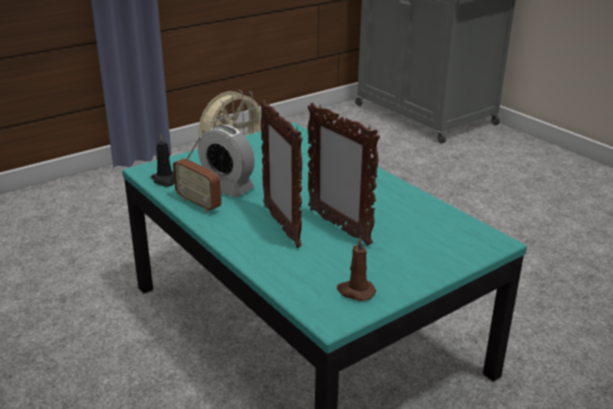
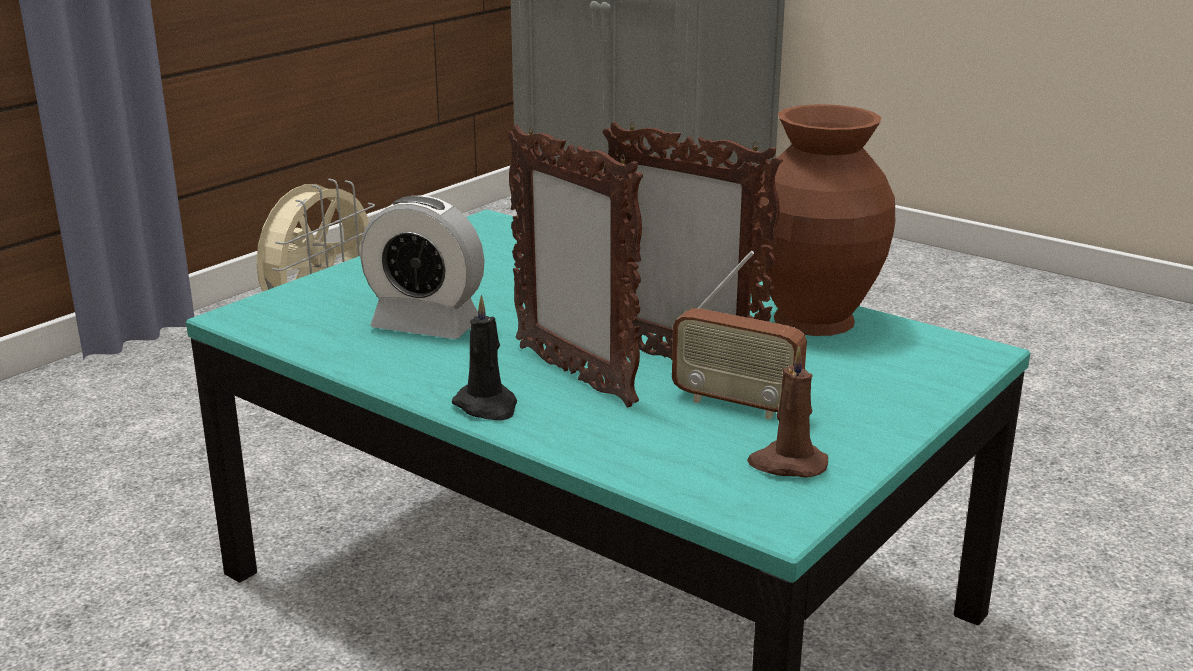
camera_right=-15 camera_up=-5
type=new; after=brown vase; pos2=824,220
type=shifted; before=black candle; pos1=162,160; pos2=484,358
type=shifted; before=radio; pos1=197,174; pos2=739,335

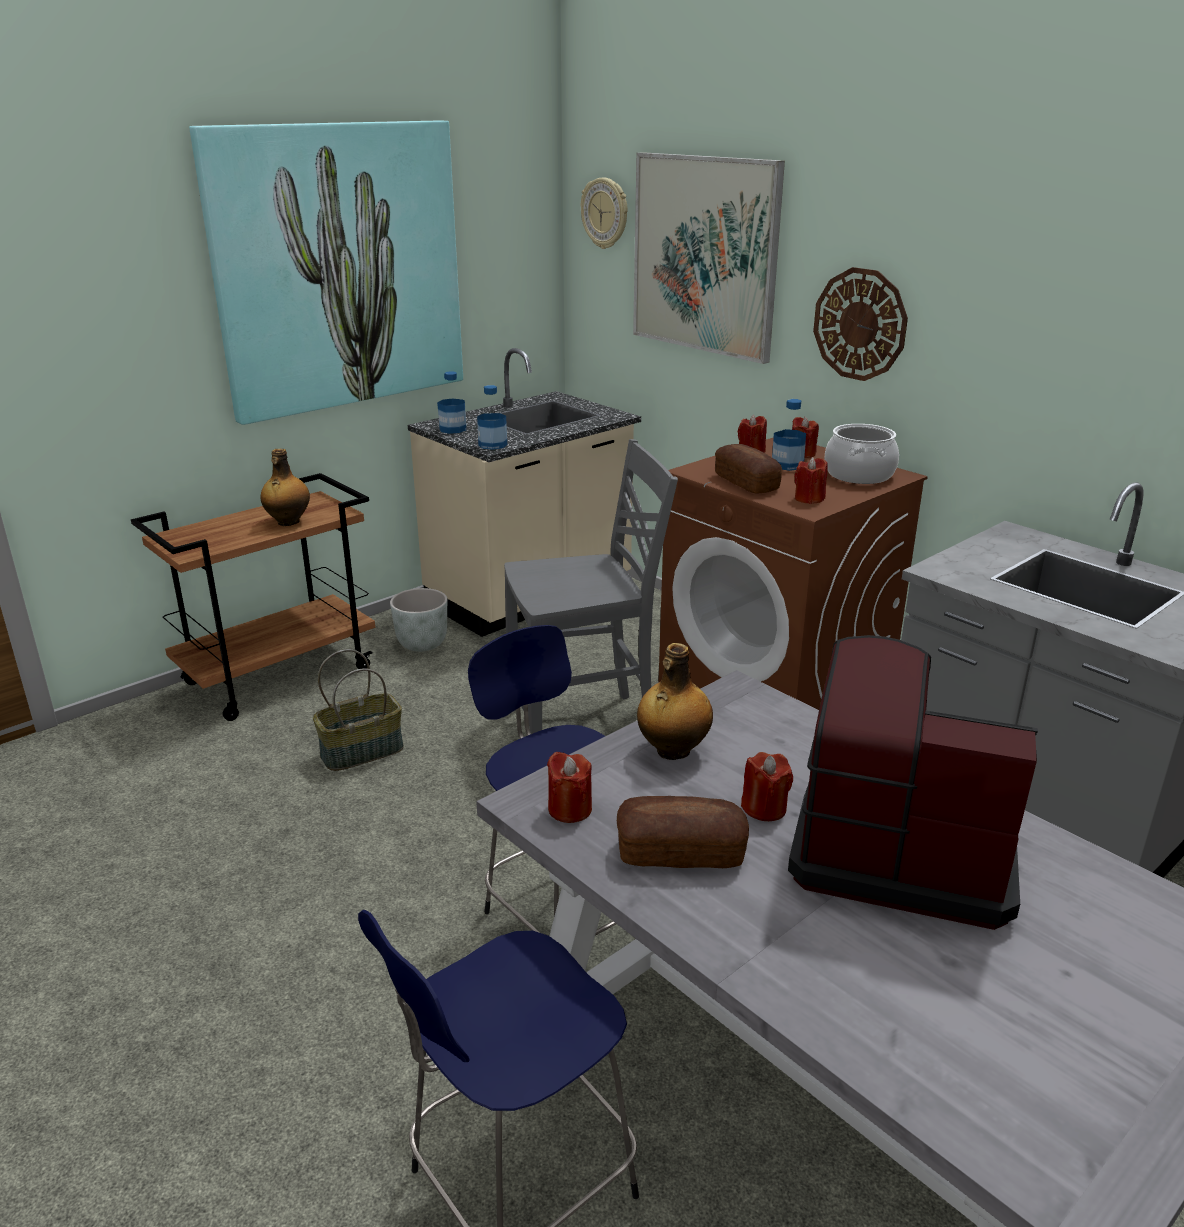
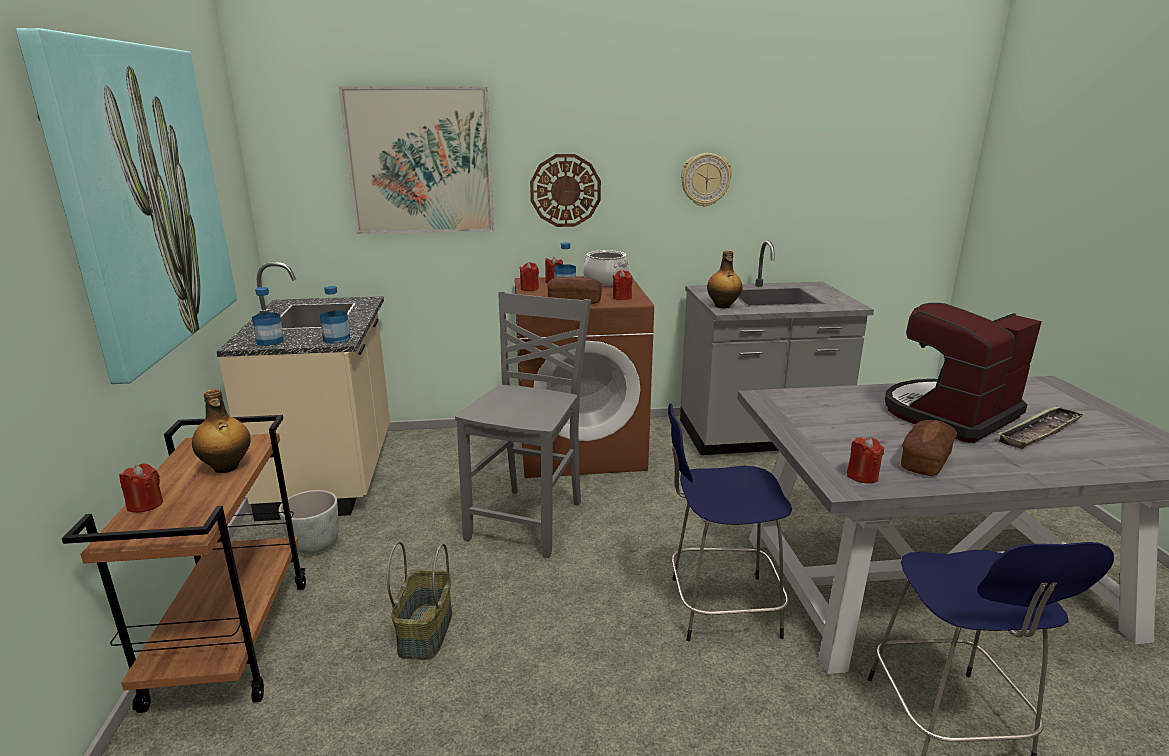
camera_right=-55 camera_up=-5
type=new; after=tray; pos2=1040,427
type=shifted; before=wall clock; pos1=604,213; pos2=706,180
type=shifted; before=bottle; pos1=675,701; pos2=725,279
type=shifted; before=red candle; pos1=767,786; pos2=141,488

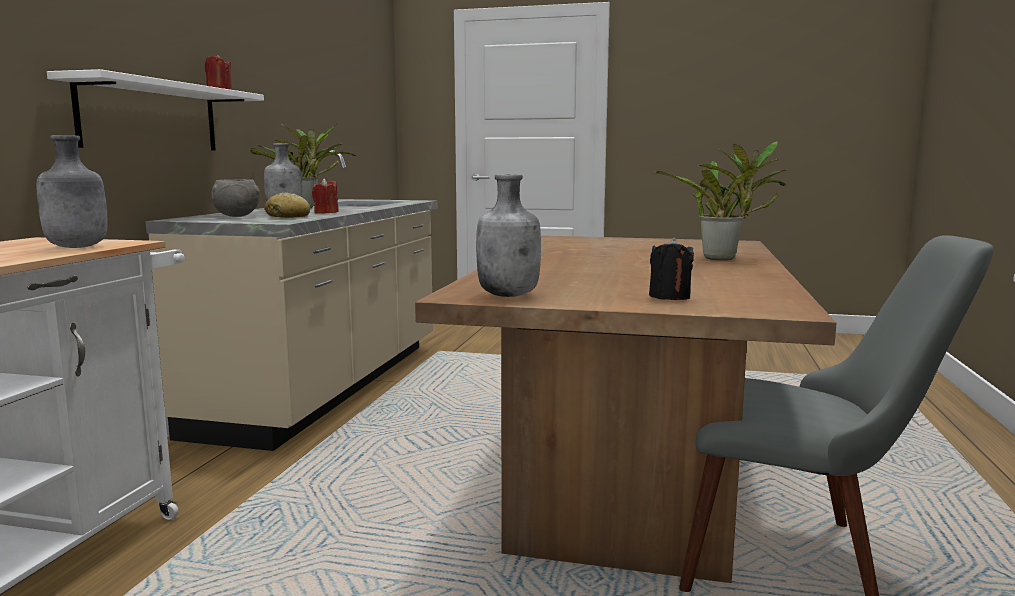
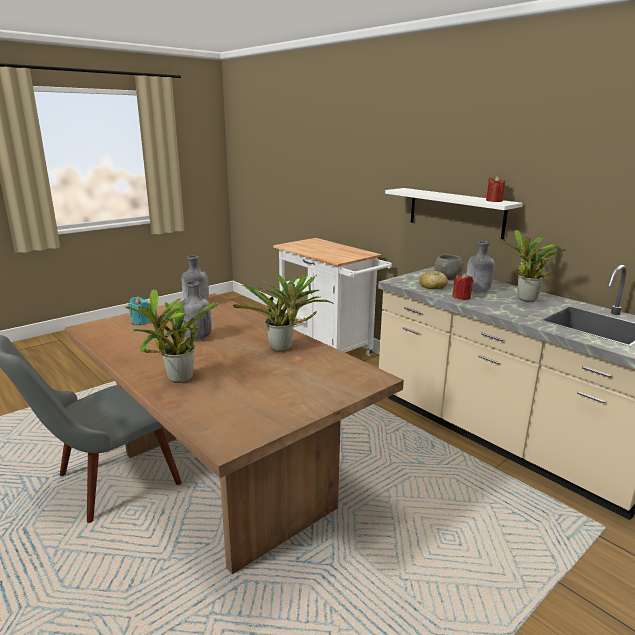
camera_right=125 camera_up=10
type=new; after=potted plant; pos2=283,313
type=shifted; before=grey bottle; pos1=72,191; pos2=196,310
type=repainted; before=black candle; after=turquoise candle; pos1=671,268; pos2=139,311

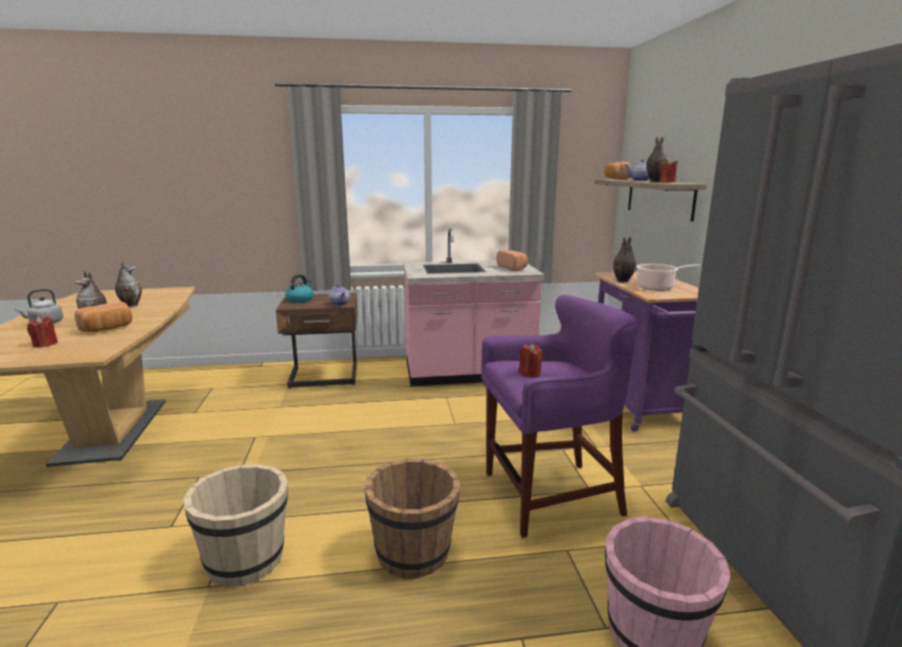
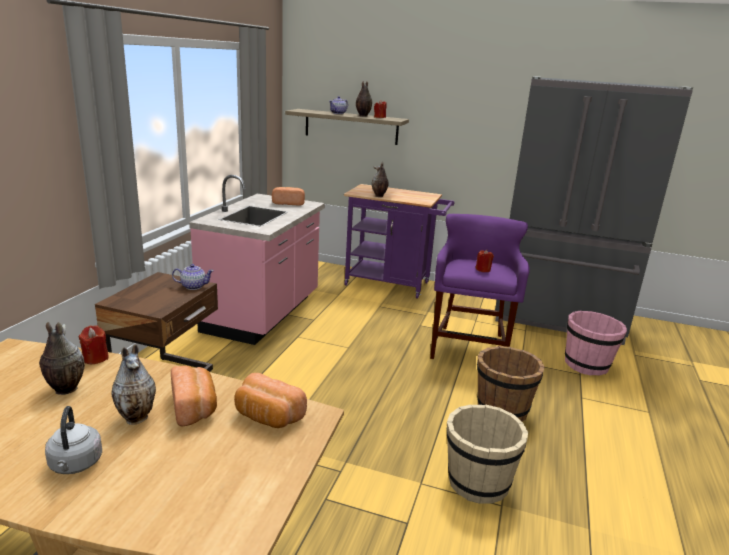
camera_right=-65 camera_up=5
type=gone; before=kettle; pos1=299,288
type=gone; before=cooking pot; pos1=668,277
type=shifted; before=red candle; pos1=42,332; pos2=93,344
type=shifted; before=bread; pos1=618,171; pos2=270,400

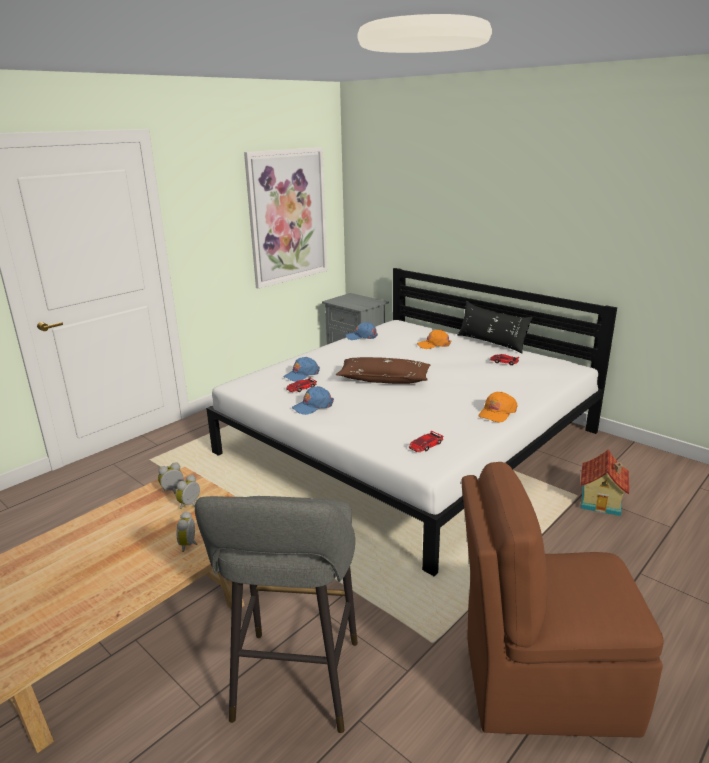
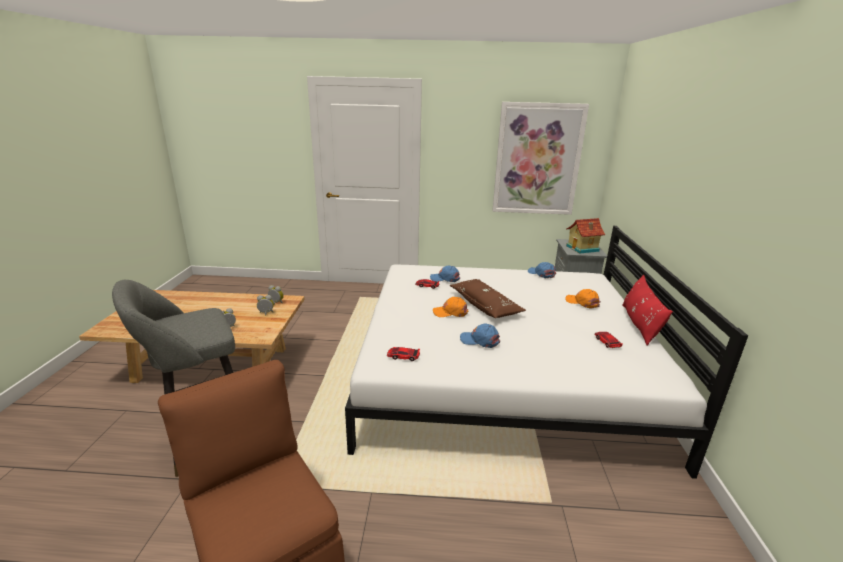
camera_right=50 camera_up=0
type=shifted; before=blue cap; pos1=313,400; pos2=480,336
type=shifted; before=orange cap; pos1=498,407; pos2=451,307
type=shifted; before=toy house; pos1=604,482; pos2=586,235
type=repainted; before=black pillow; after=red pillow; pos1=495,327; pos2=647,310

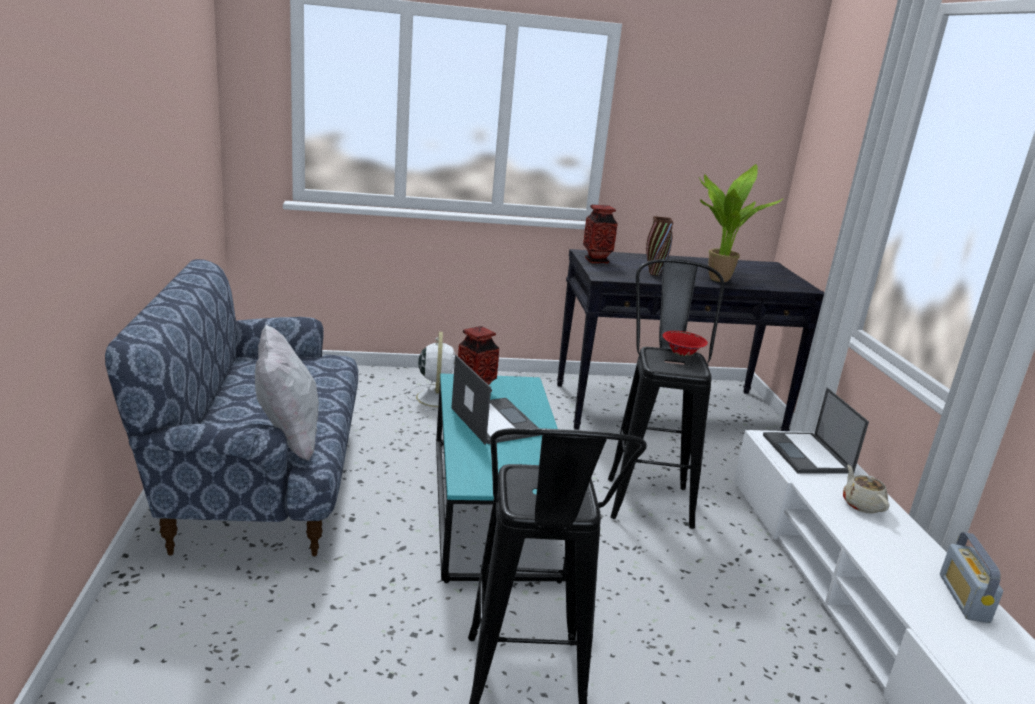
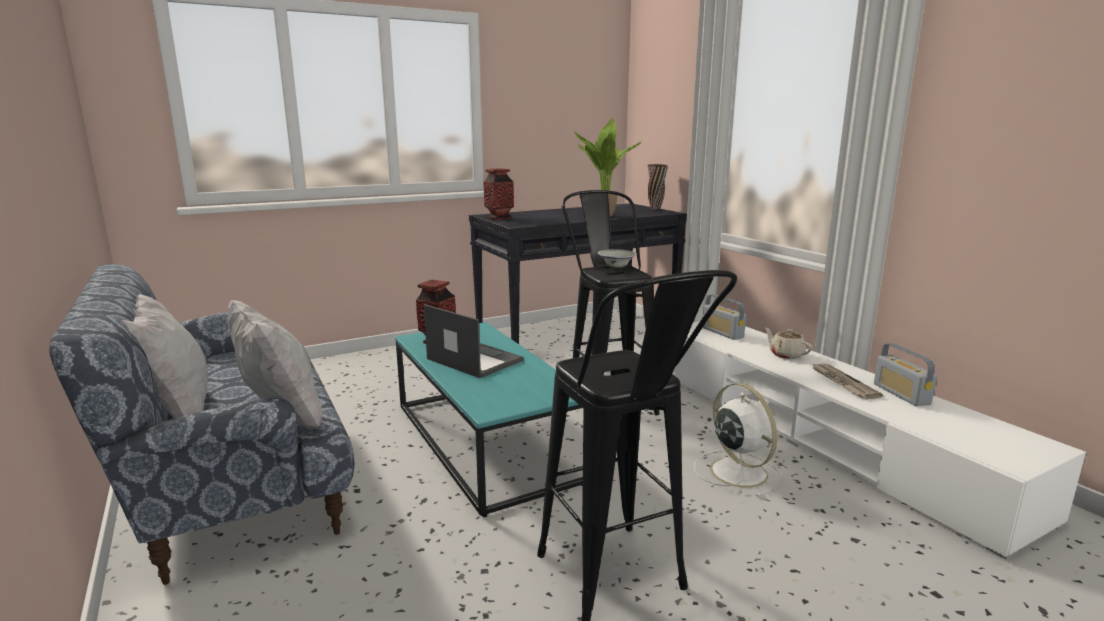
camera_right=-20 camera_up=-5
type=new; after=white pillow; pos2=165,356
type=new; after=newspaper; pos2=847,381
type=shifted; before=white fan; pos1=431,372; pos2=738,440
type=shifted; before=brown vase; pos1=660,246; pos2=657,187
type=swapped; before=laptop; after=radio; pos1=816,431; pos2=724,317
type=repainted; before=red bowl; after=white bowl; pos1=685,343; pos2=617,259

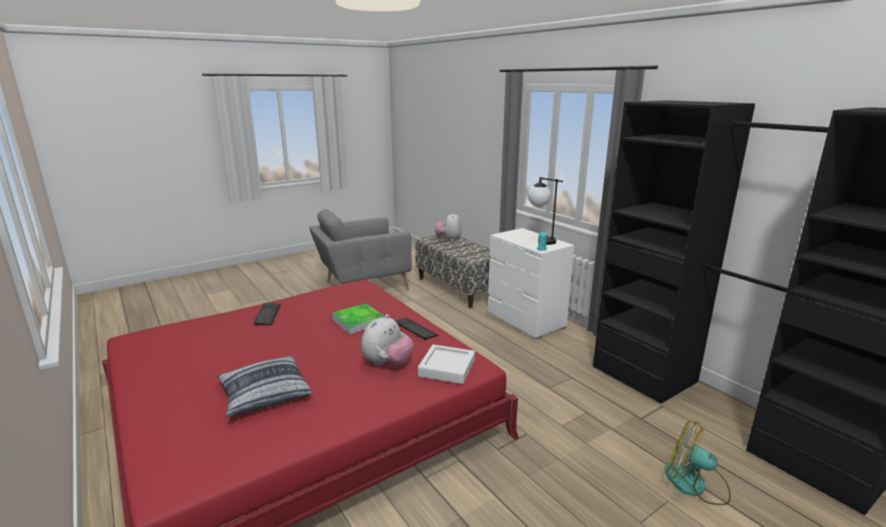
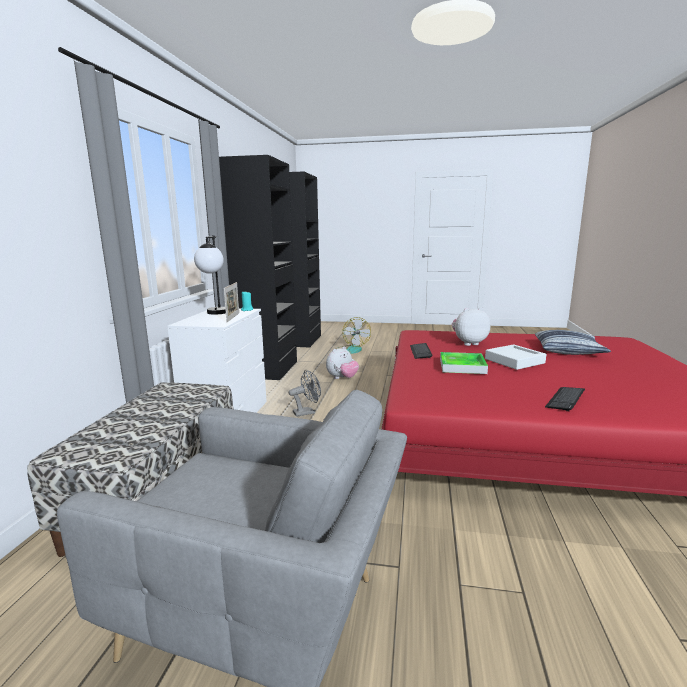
camera_right=-135 camera_up=-5
type=new; after=picture frame; pos2=231,302
type=new; after=grey fan; pos2=305,393
type=shifted; before=white tray; pos1=446,364; pos2=515,357
type=shifted; before=plush toy; pos1=448,226; pos2=342,362

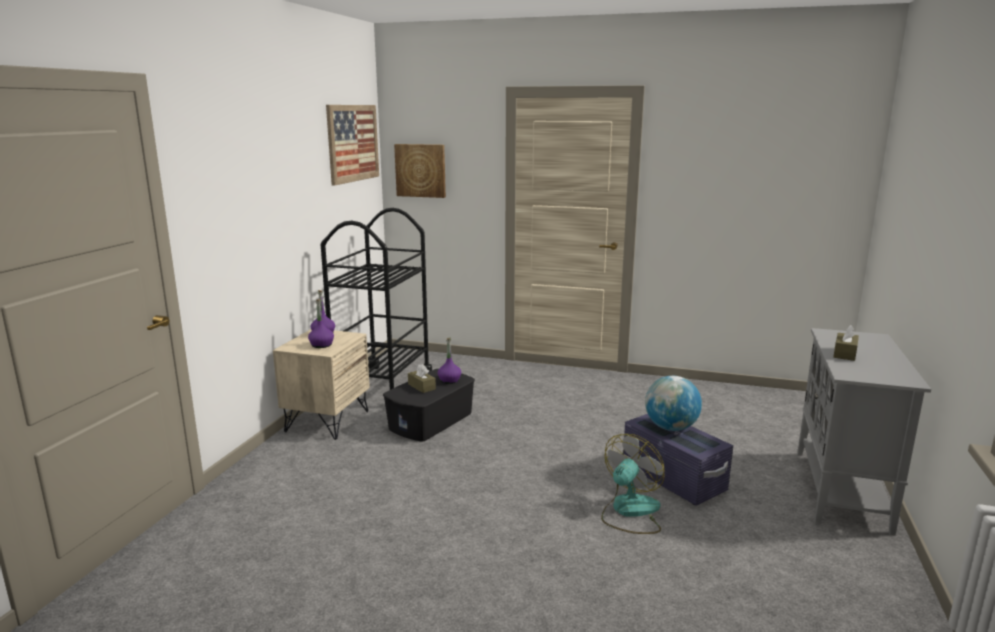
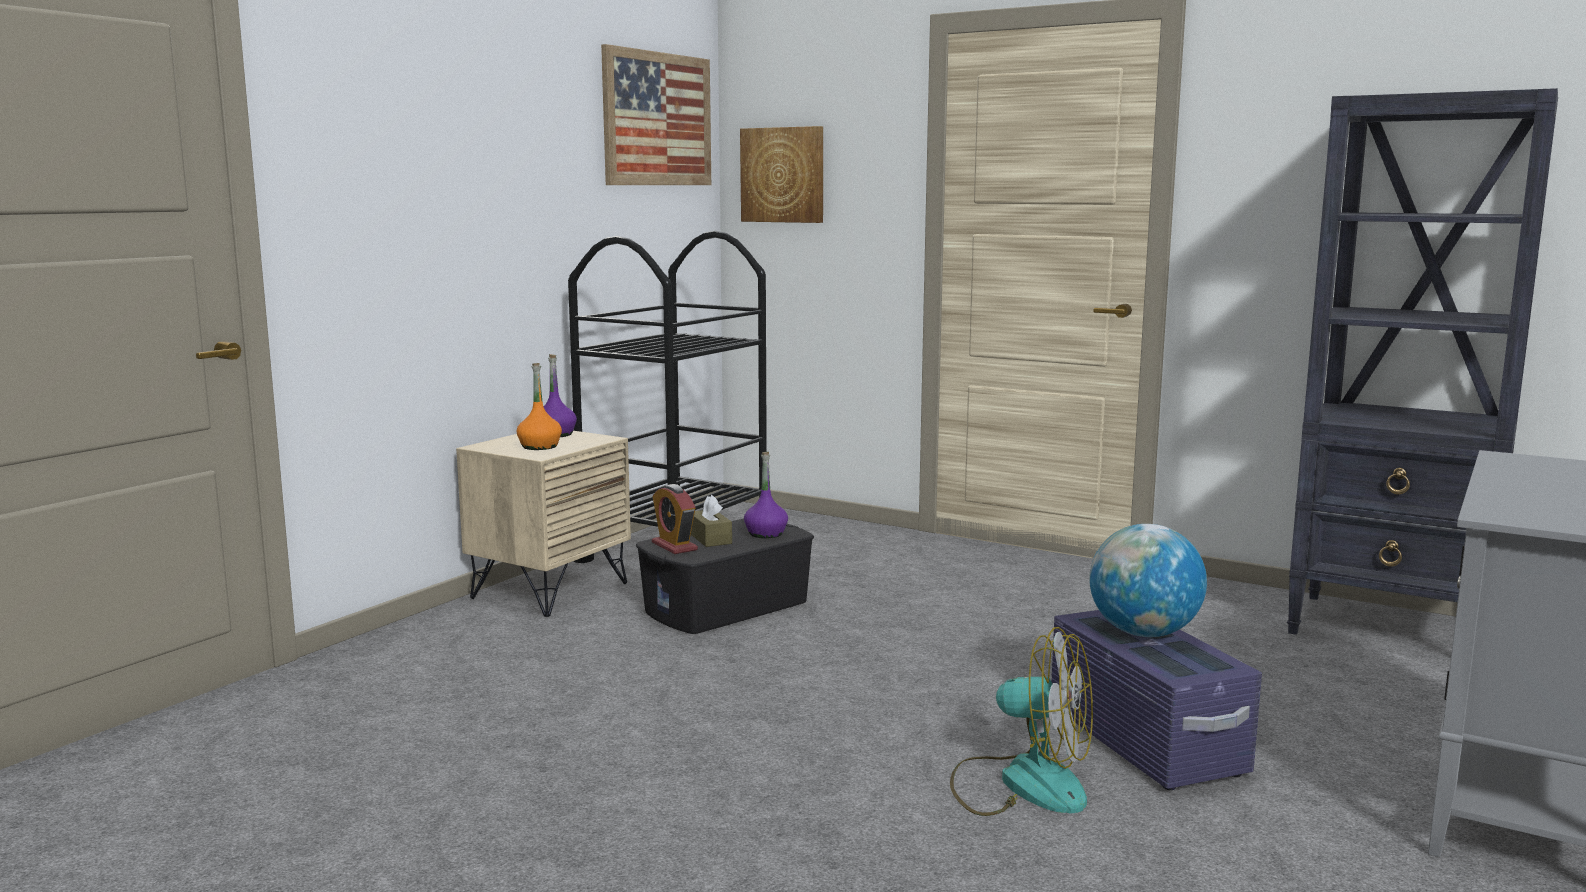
camera_right=15 camera_up=-5
type=gone; before=brown tissue box; pos1=846,343
type=new; after=alarm clock; pos2=675,519
type=new; after=black bookcase; pos2=1422,361
type=repainted; before=purple bottle; after=orange bottle; pos1=321,323; pos2=539,406
type=rotated; before=fan; pos1=633,484; pos2=1021,721; turn=60

